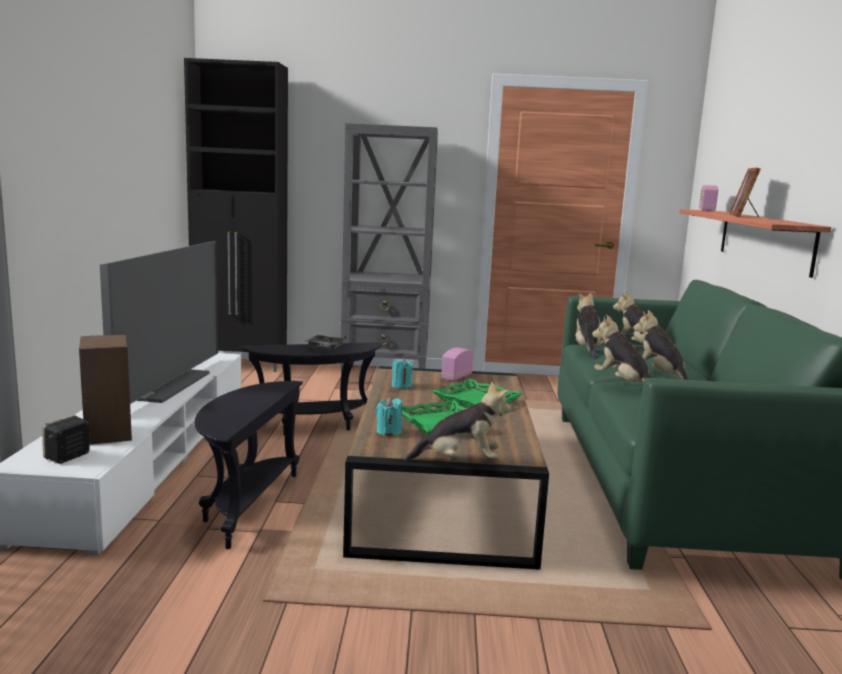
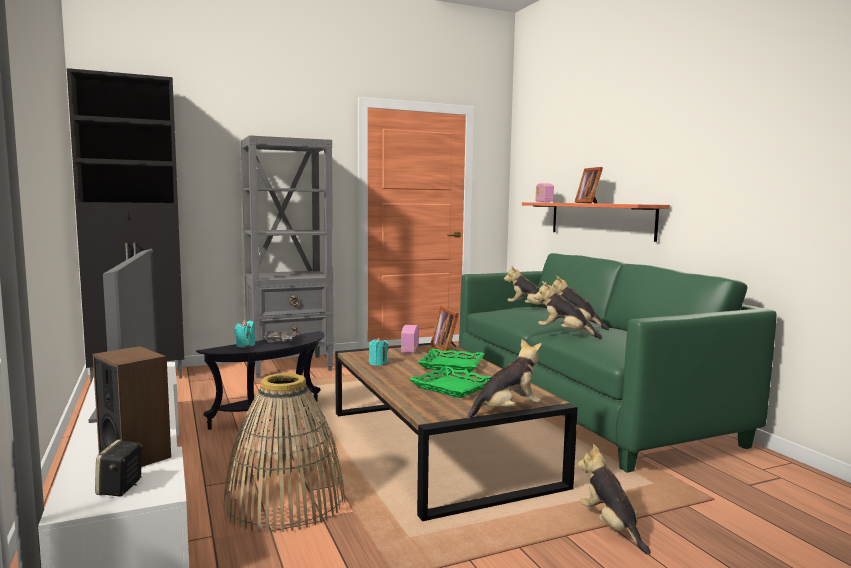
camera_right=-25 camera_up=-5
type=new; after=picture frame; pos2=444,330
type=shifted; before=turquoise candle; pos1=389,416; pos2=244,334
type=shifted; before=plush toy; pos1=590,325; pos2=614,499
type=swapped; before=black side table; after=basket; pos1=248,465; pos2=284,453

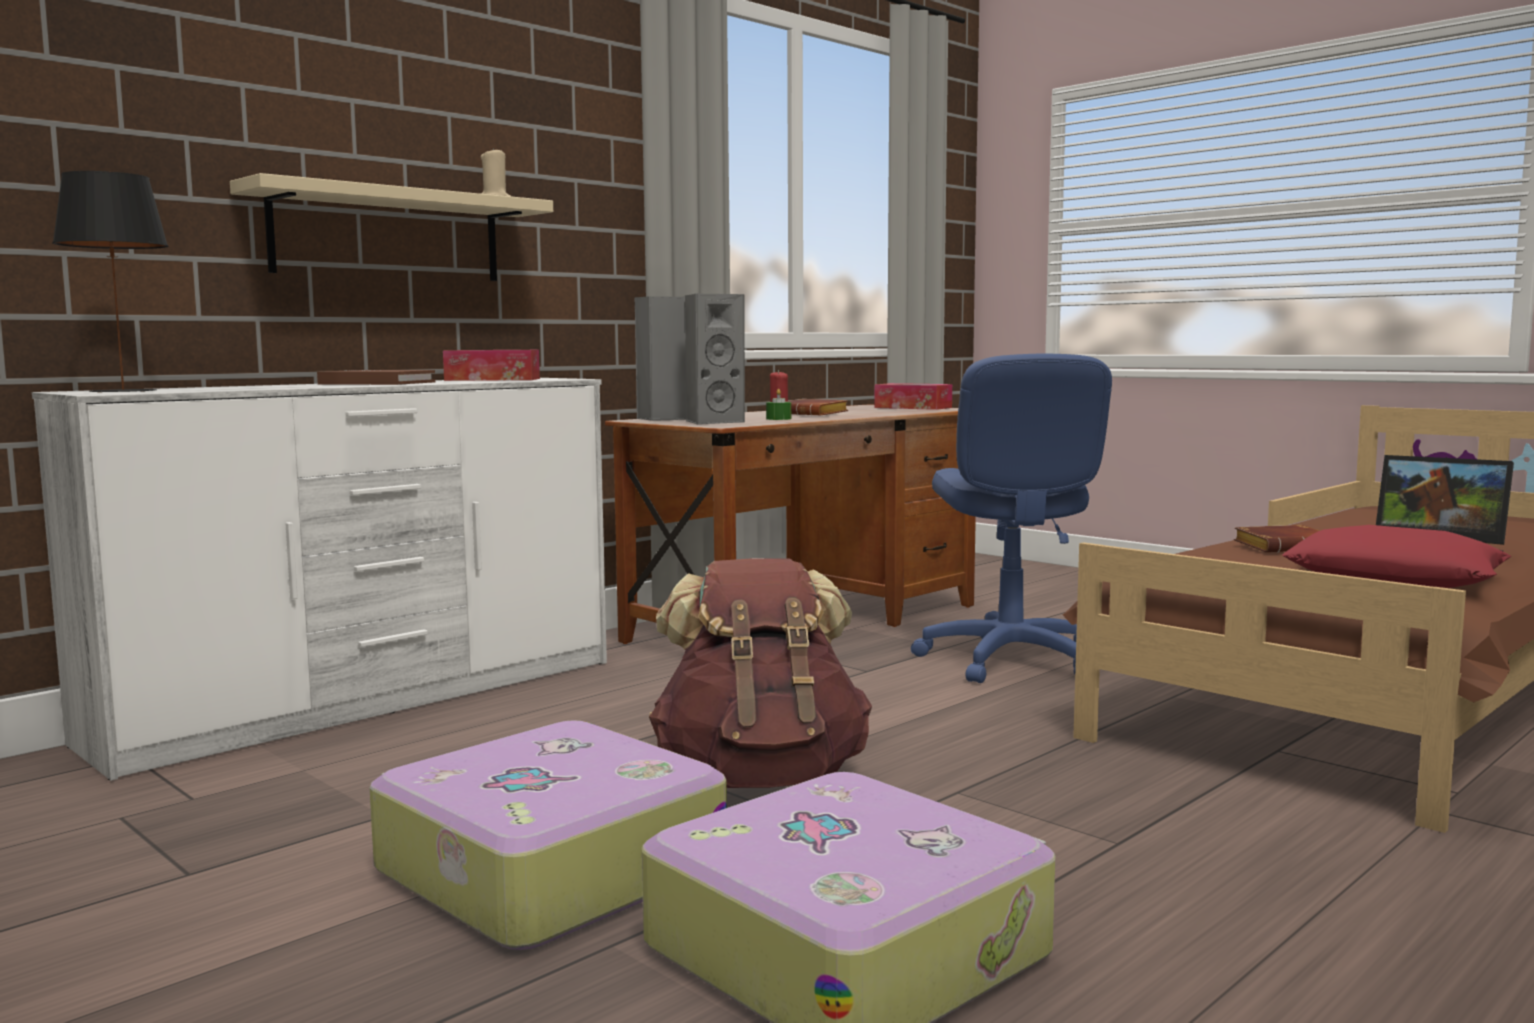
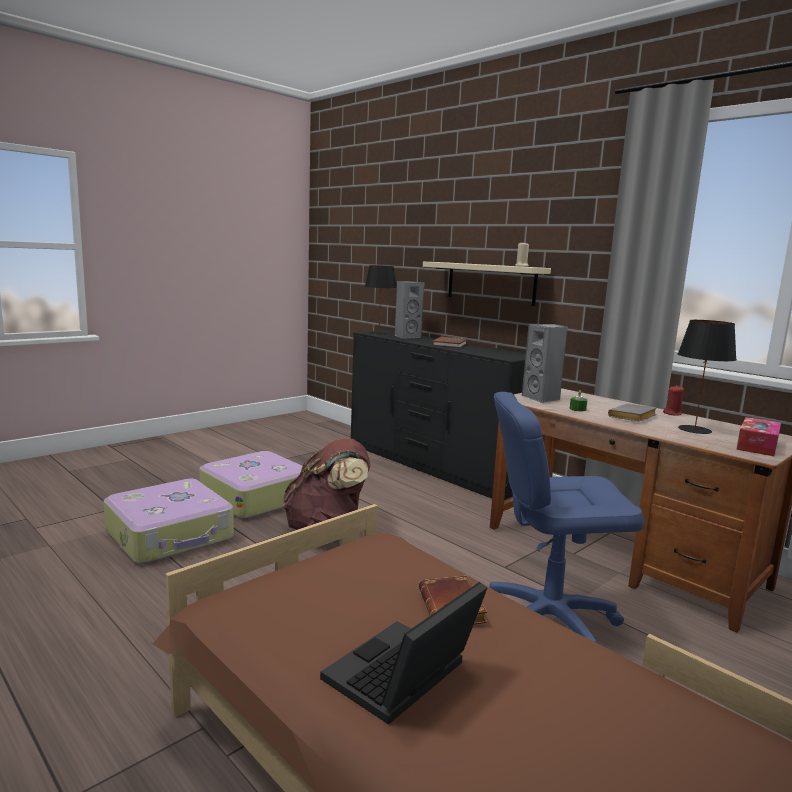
camera_right=90 camera_up=5
type=gone; before=tissue box; pos1=491,365
type=gone; before=red pillow; pos1=1396,556
type=new; after=black table lamp; pos2=707,377
type=shifted; before=grey speaker; pos1=660,358; pos2=410,310
type=repainted; before=white dresser; after=black dresser; pos1=319,579; pos2=438,415
type=repainted; before=brown book; after=grey book; pos1=816,407; pos2=632,412

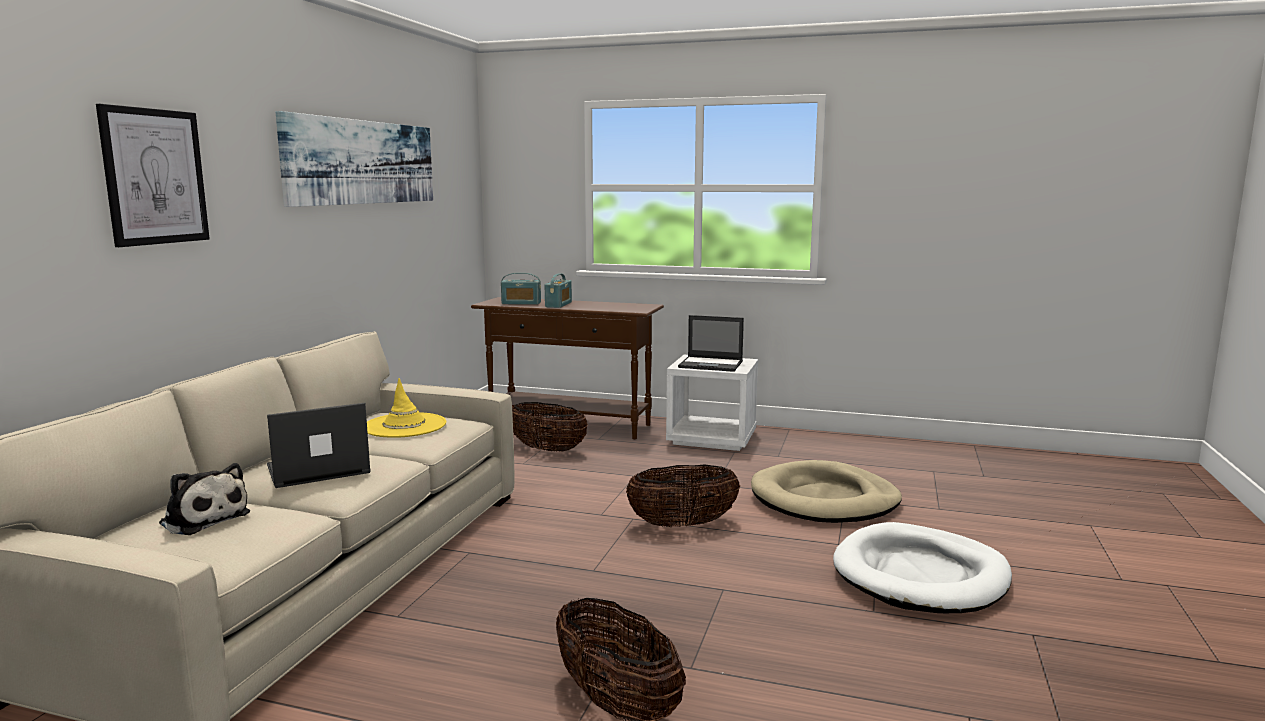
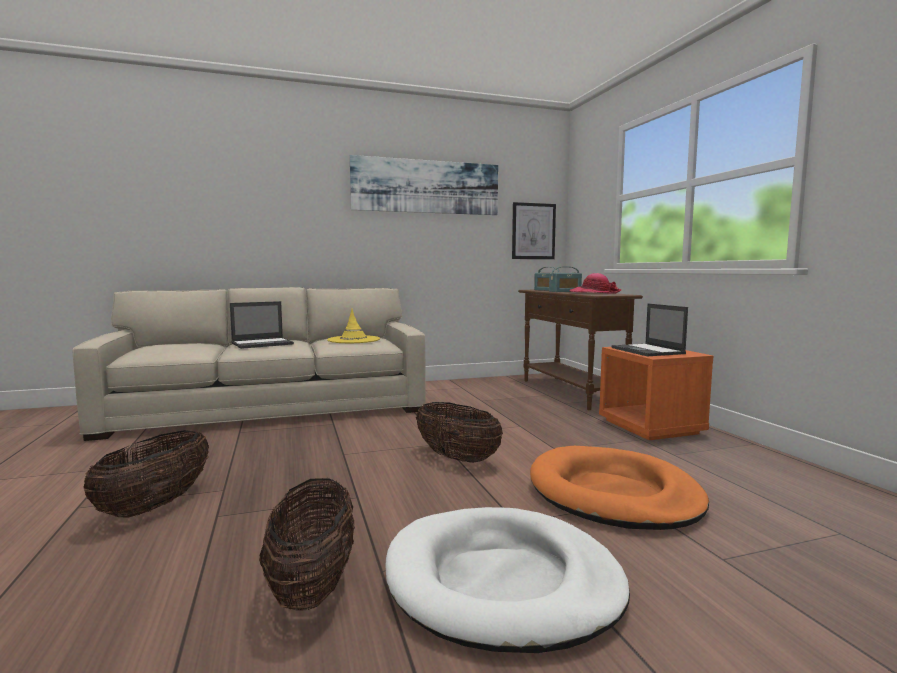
camera_right=55 camera_up=-5
type=gone; before=plush toy; pos1=204,499
type=new; after=hat; pos2=595,283
type=shifted; before=picture; pos1=153,175; pos2=534,230
type=shifted; before=basket; pos1=550,427; pos2=307,545
type=repainted; before=white nightstand; after=orange nightstand; pos1=712,403; pos2=656,393
type=repainted; before=beige dog bed; after=orange dog bed; pos1=826,491; pos2=619,488
type=rotated; before=laptop; pos1=319,445; pos2=262,325; turn=120

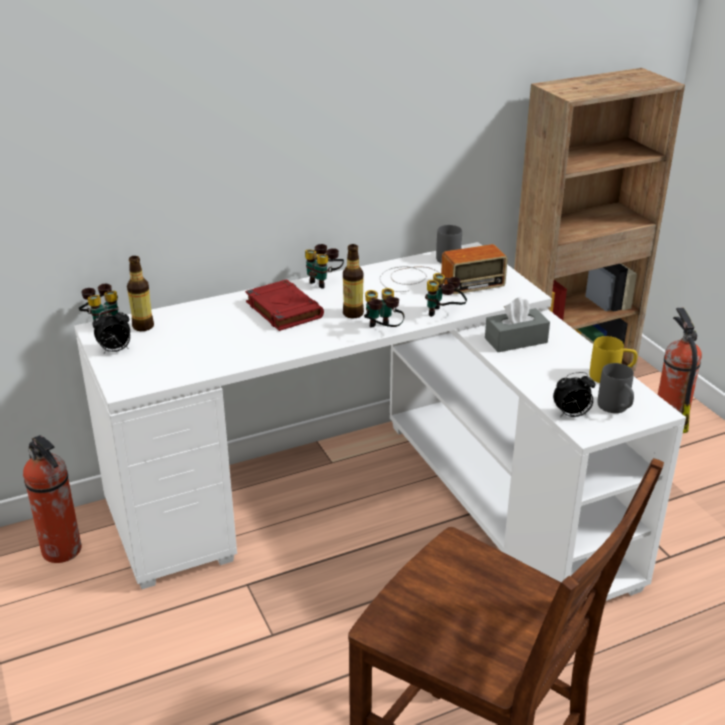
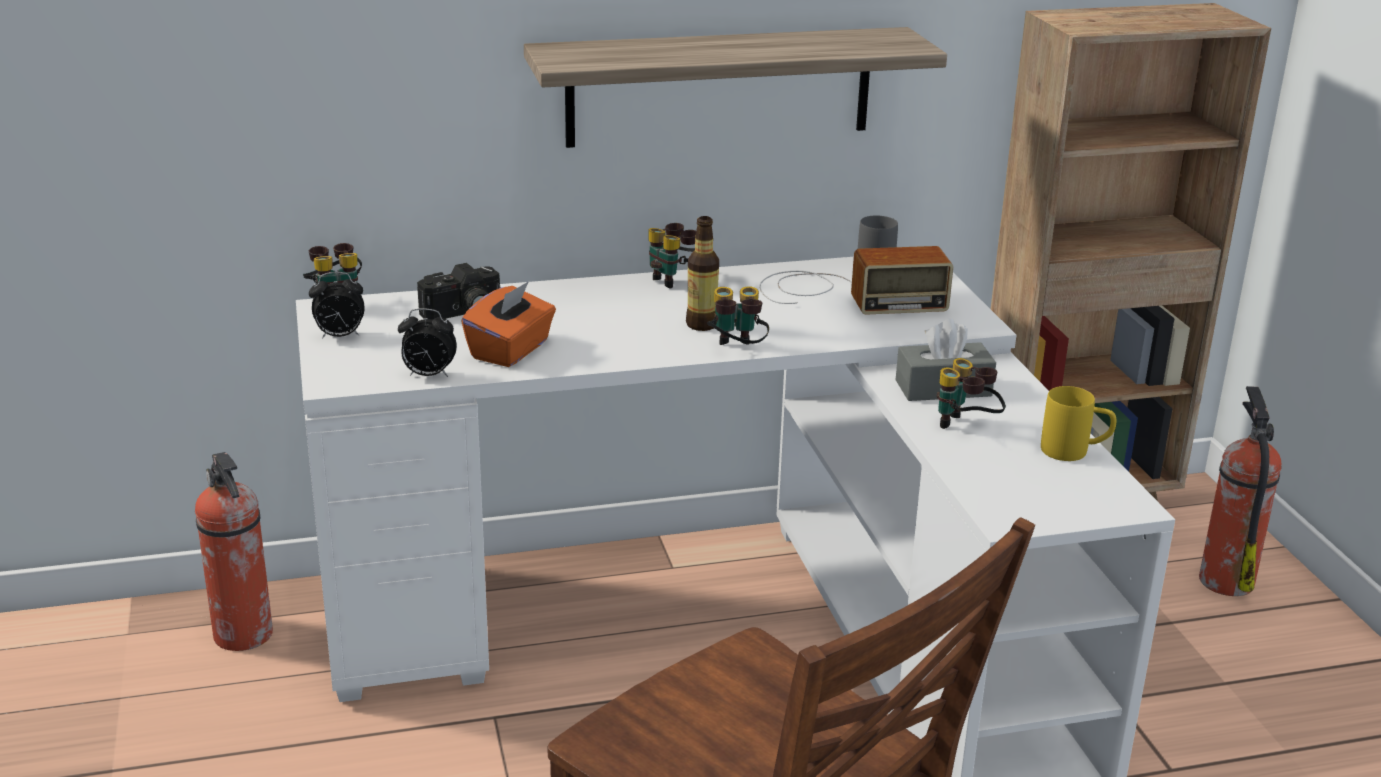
camera_right=10 camera_up=-5
type=gone; before=bottle; pos1=140,293
type=gone; before=red book; pos1=284,305
type=gone; before=grey mug; pos1=616,388
type=new; after=photo camera; pos2=458,291
type=new; after=orange tissue box; pos2=508,324
type=new; after=shelf; pos2=735,87
type=shifted; before=binoculars; pos1=446,295; pos2=971,393
type=shifted; before=alarm clock; pos1=574,394; pos2=427,343

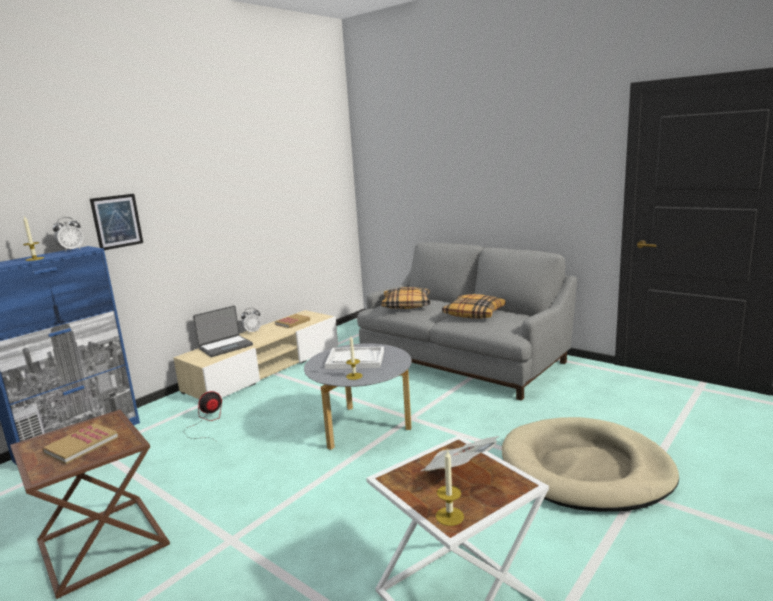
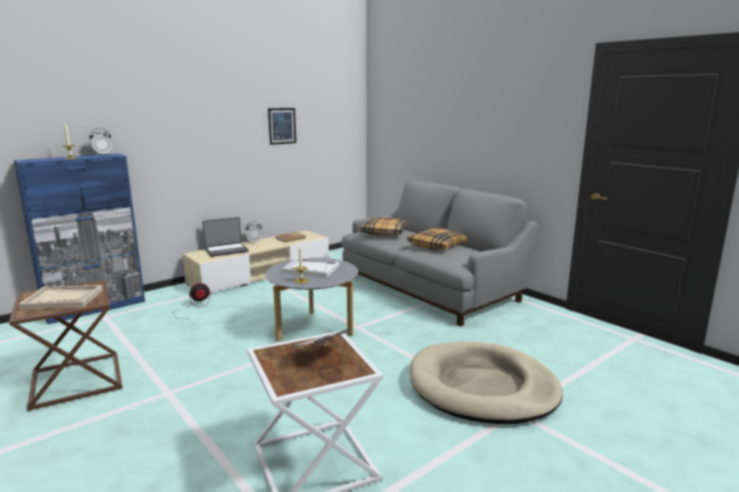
camera_right=10 camera_up=0
type=gone; before=candle; pos1=450,487
type=shifted; before=picture; pos1=116,222; pos2=282,126
type=swapped; before=book; after=beige tray; pos1=80,443; pos2=61,297

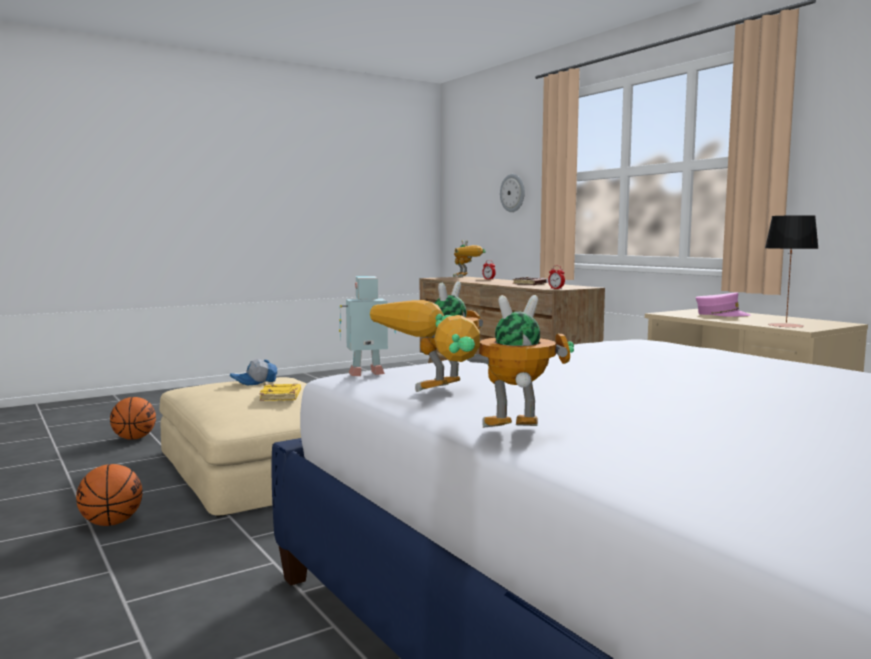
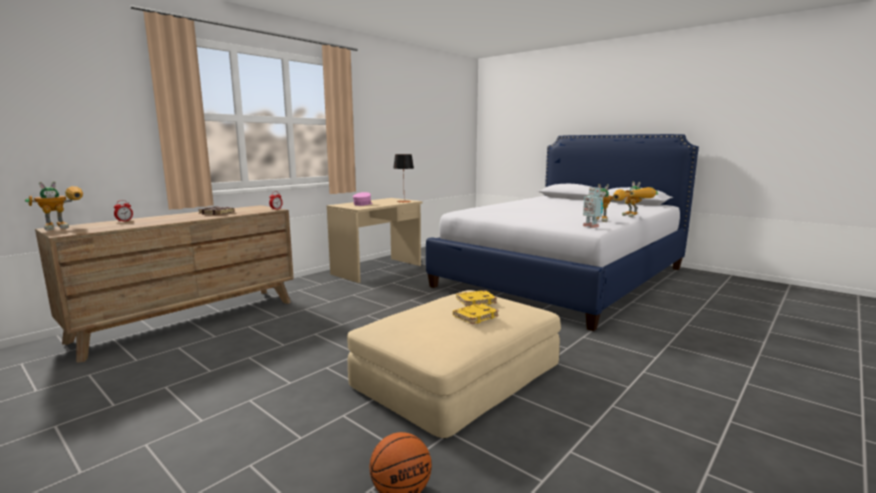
camera_right=-105 camera_up=5
type=gone; before=basketball; pos1=109,495
type=gone; before=cap; pos1=253,372
type=gone; before=wall clock; pos1=512,193
type=new; after=yellow book; pos2=476,313

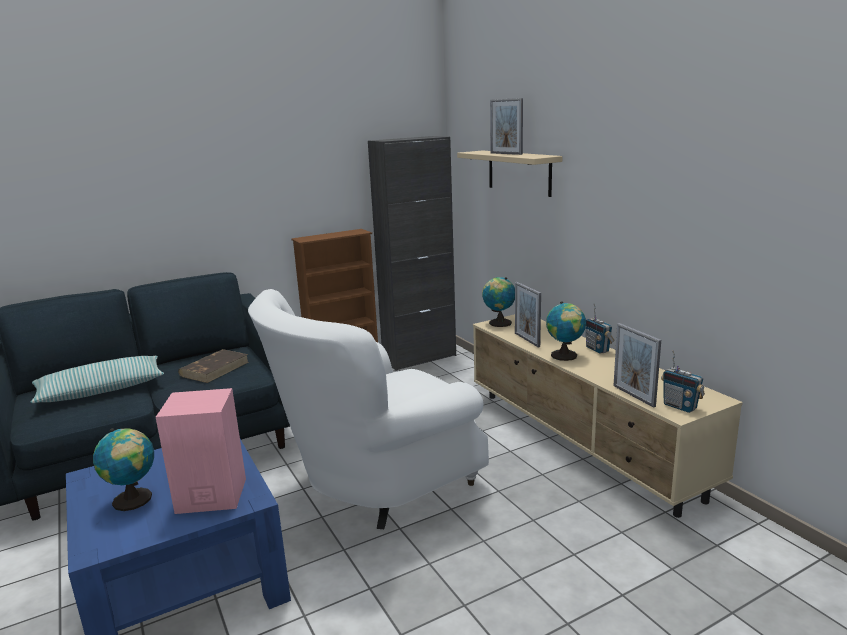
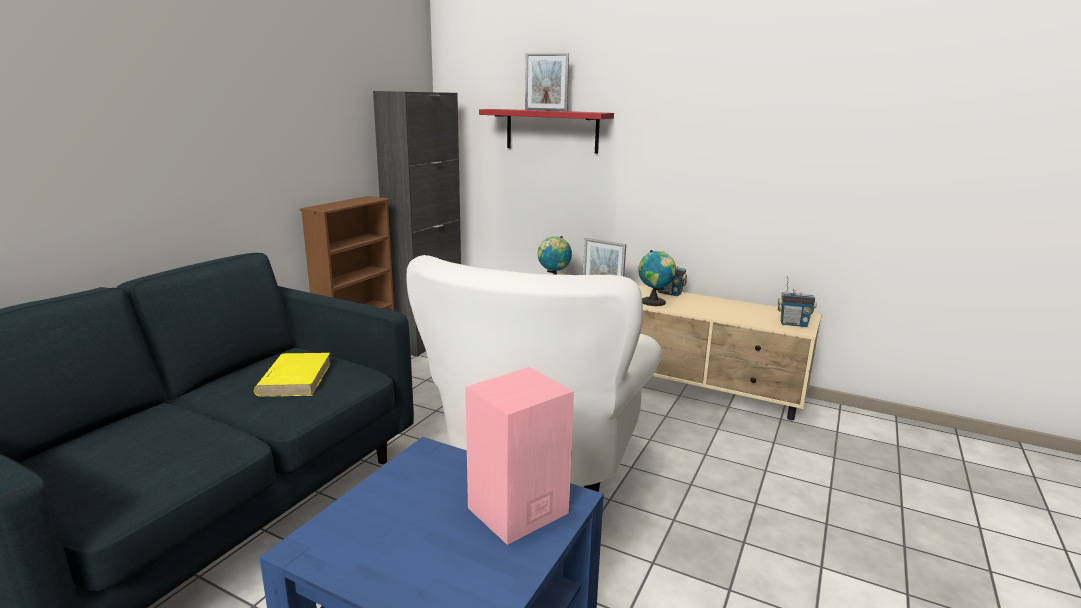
camera_right=-35 camera_up=0
type=gone; before=pillow; pos1=97,379
type=gone; before=globe; pos1=123,469
type=gone; before=picture frame; pos1=637,365
type=repainted; before=brown book; after=yellow book; pos1=213,366; pos2=292,375
type=repainted; before=beige shelf; after=red shelf; pos1=509,173; pos2=546,131

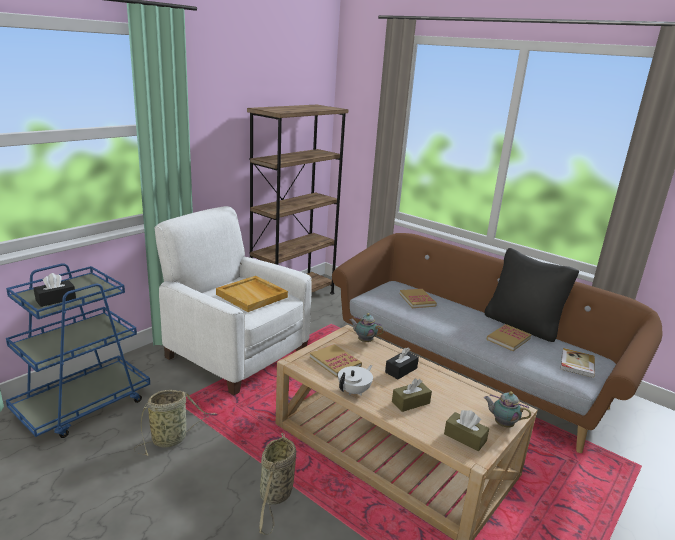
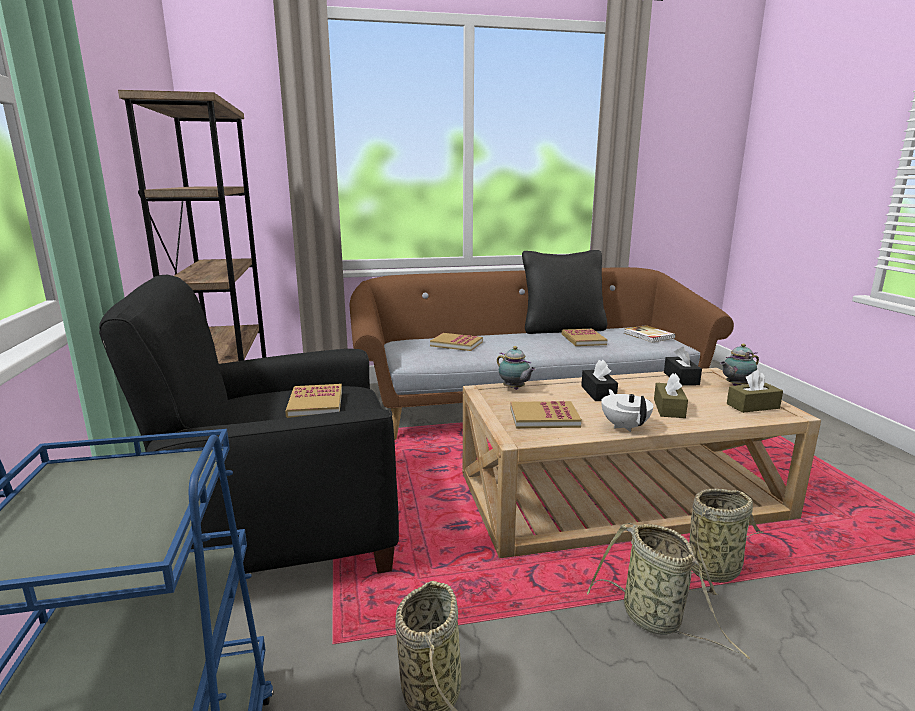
camera_right=-50 camera_up=-5
type=new; after=basket; pos2=727,541
type=shifted; before=black tissue box; pos1=55,290; pos2=683,366
type=swapped; before=beige tray; after=book; pos1=252,294; pos2=313,401
type=repainted; before=white armchair; after=black armchair; pos1=233,300; pos2=249,424
type=rotated; before=teapot; pos1=367,327; pos2=516,368; turn=-105

